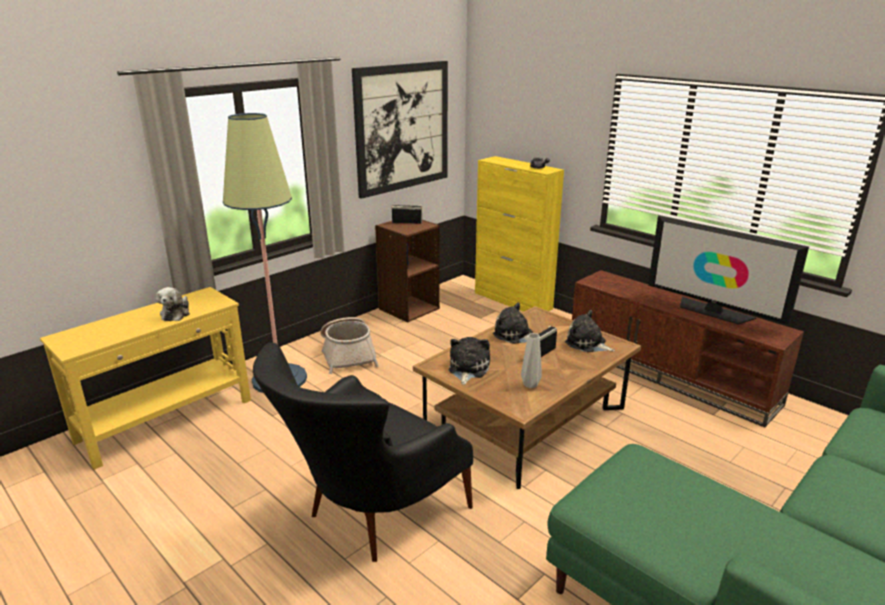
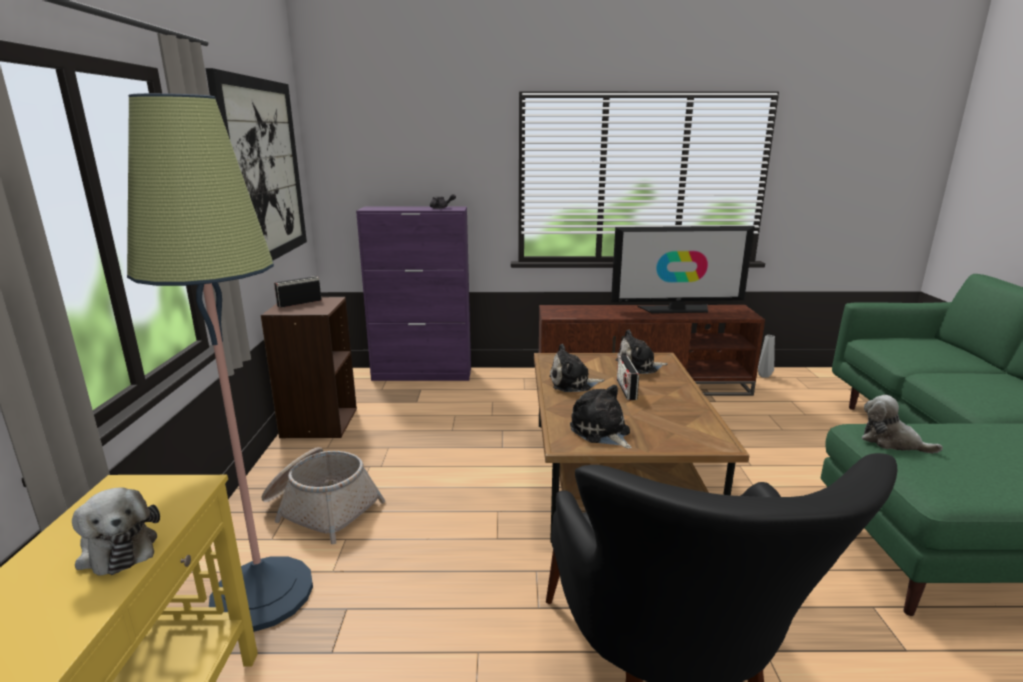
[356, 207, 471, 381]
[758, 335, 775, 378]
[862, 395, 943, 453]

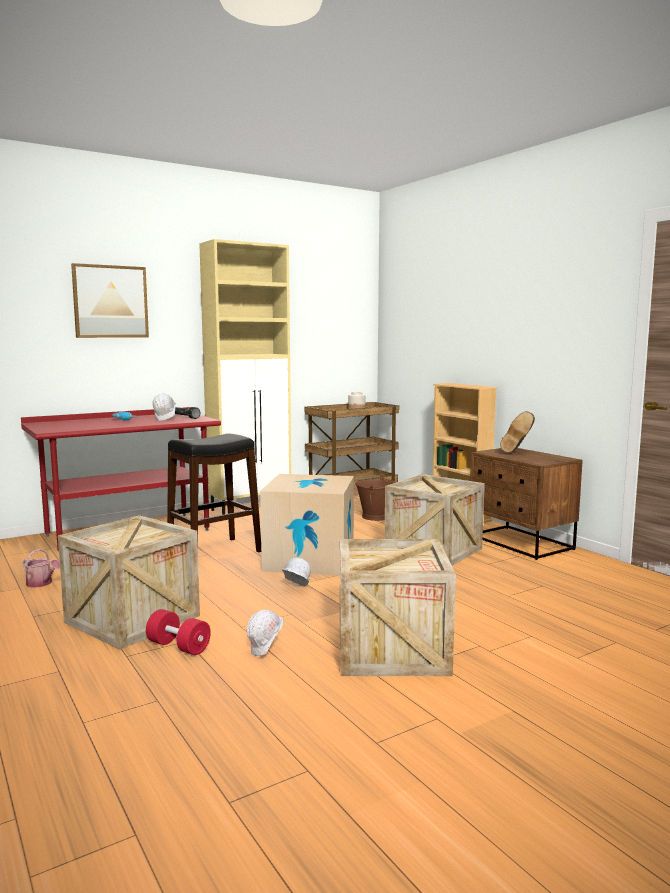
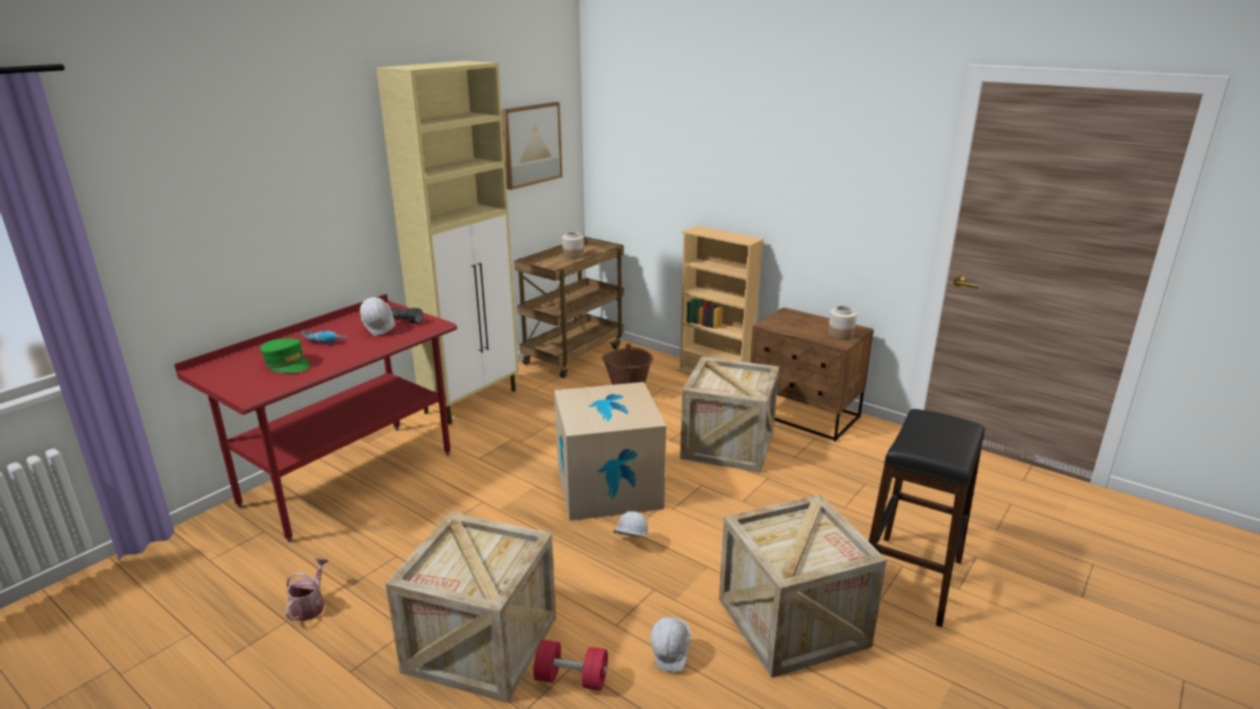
[285, 558, 329, 621]
[502, 102, 562, 190]
[869, 409, 985, 627]
[500, 411, 535, 452] (first image)
[260, 338, 310, 373]
[828, 306, 857, 339]

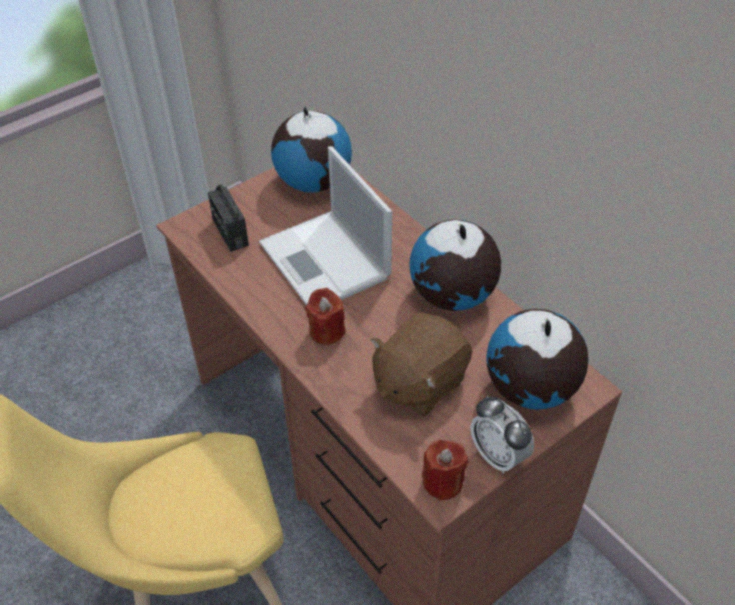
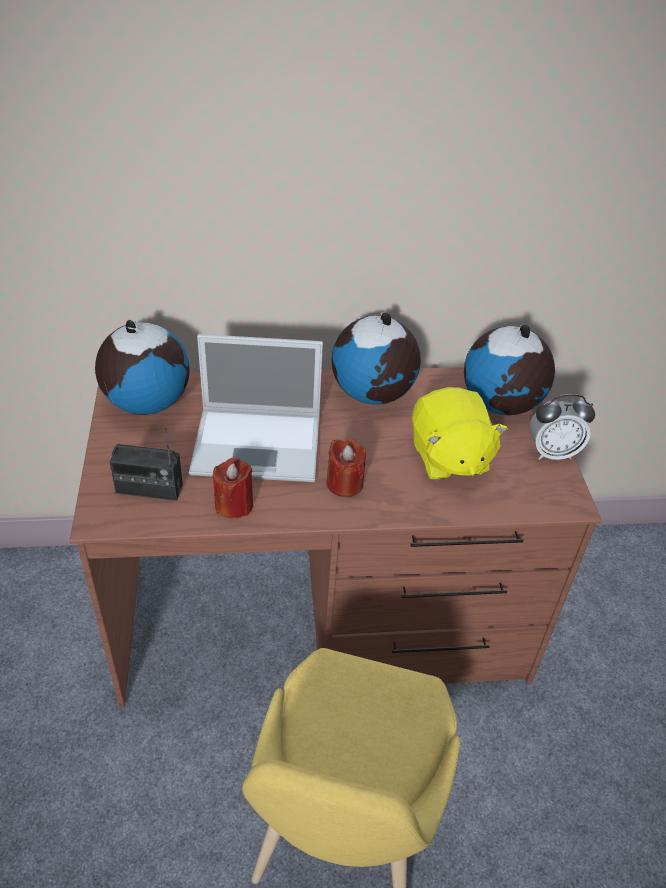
[412, 387, 508, 481]
[213, 458, 253, 519]

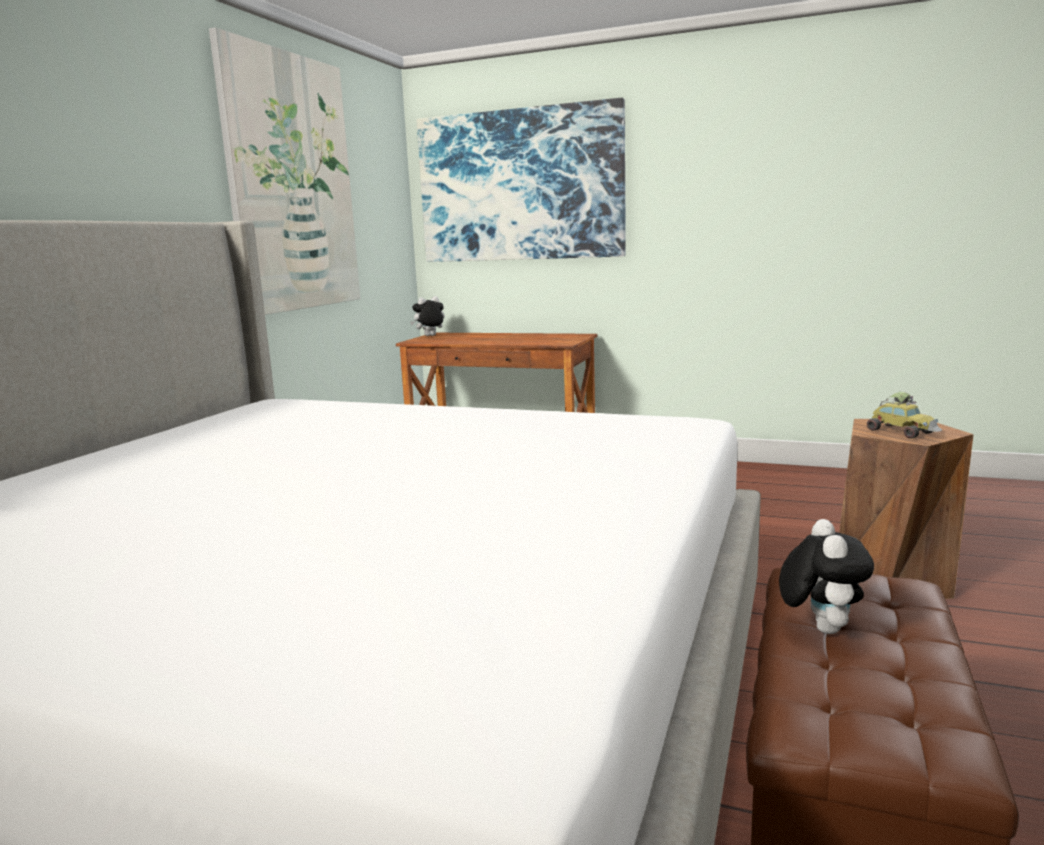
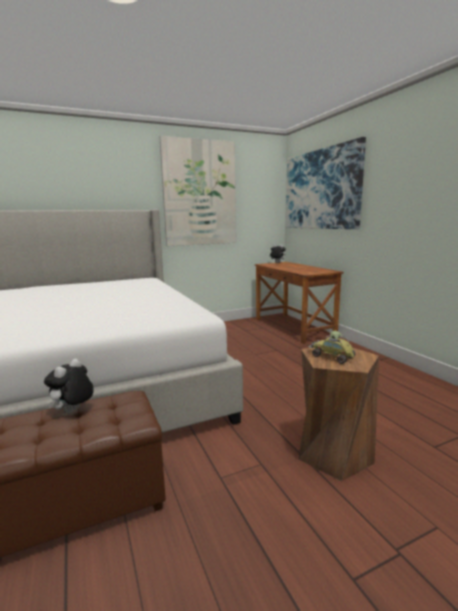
[44, 359, 94, 413]
[309, 331, 355, 364]

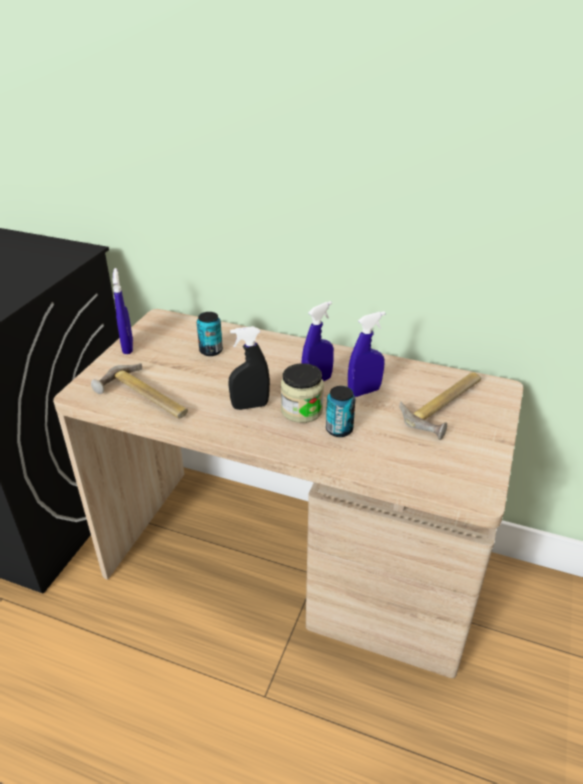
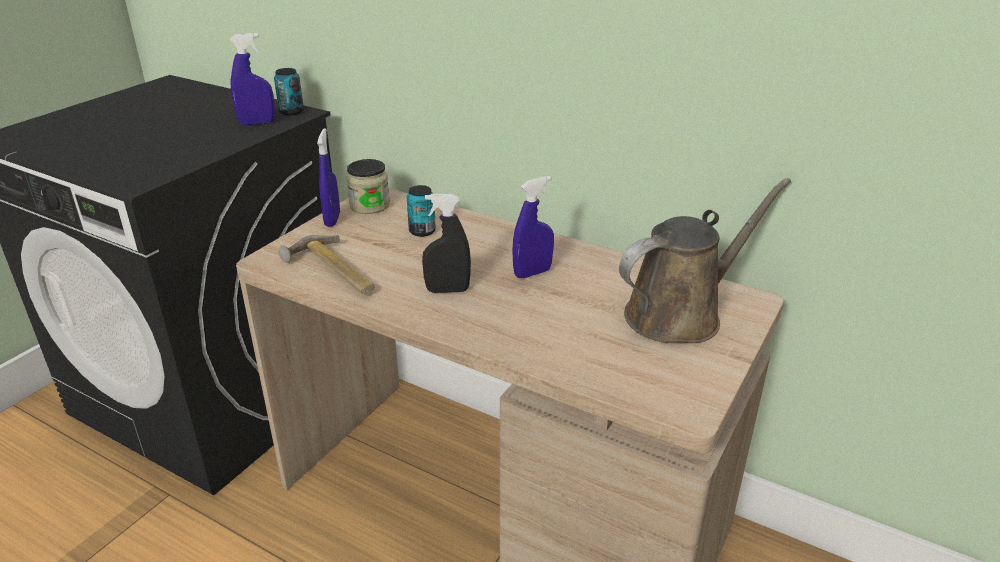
[346, 159, 390, 214]
[274, 68, 304, 115]
[230, 33, 275, 125]
[619, 178, 791, 343]

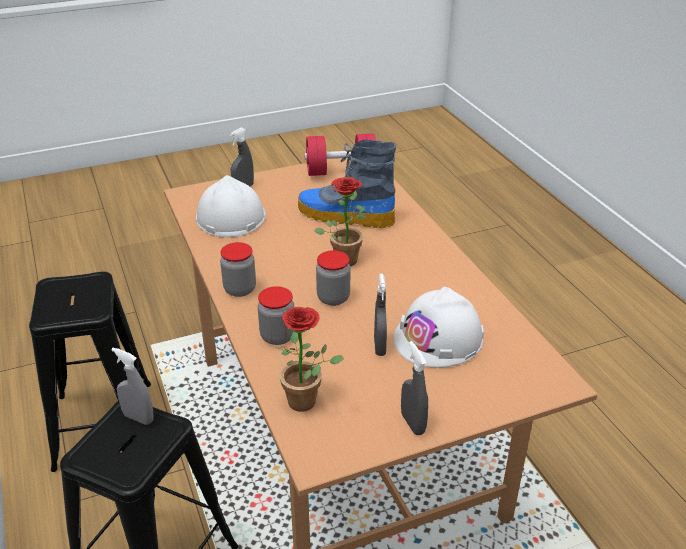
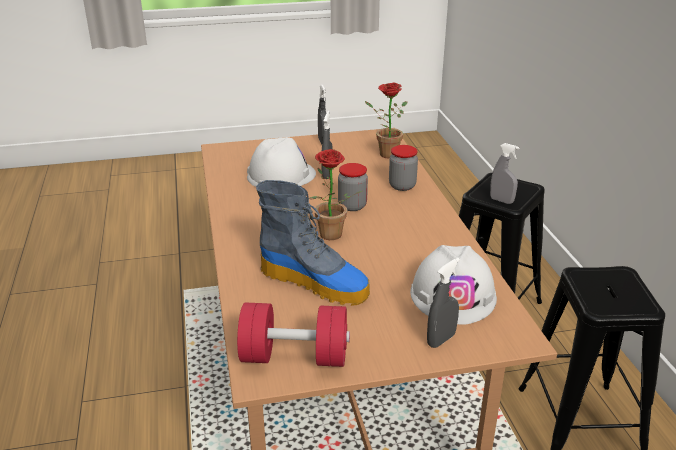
[220, 242, 256, 297] (first image)

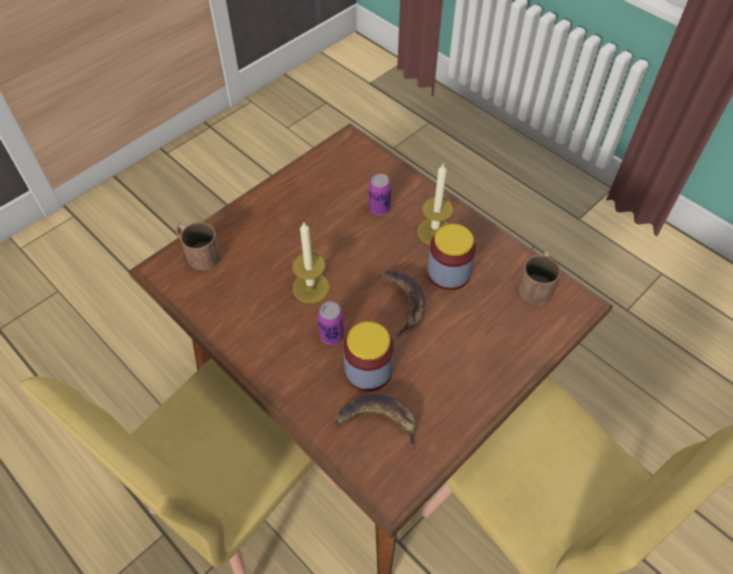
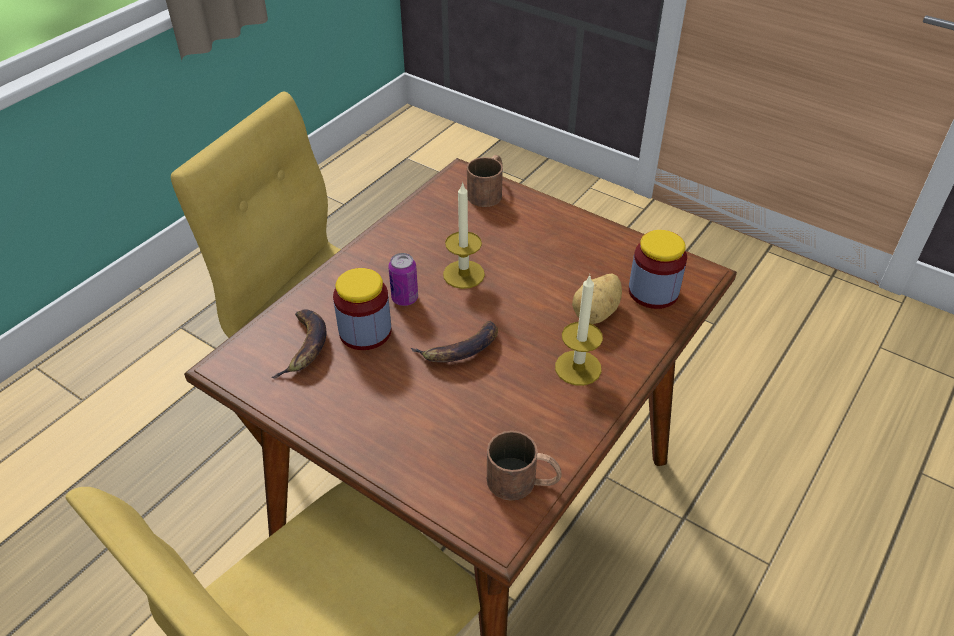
[572, 274, 622, 324]
[629, 230, 687, 309]

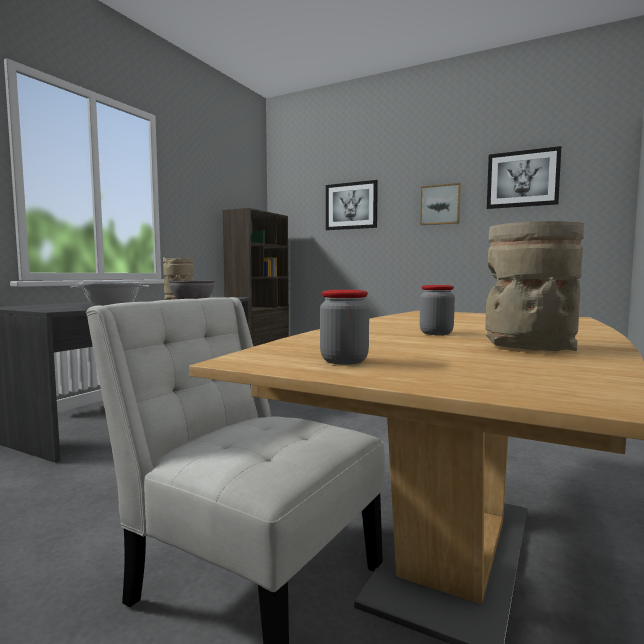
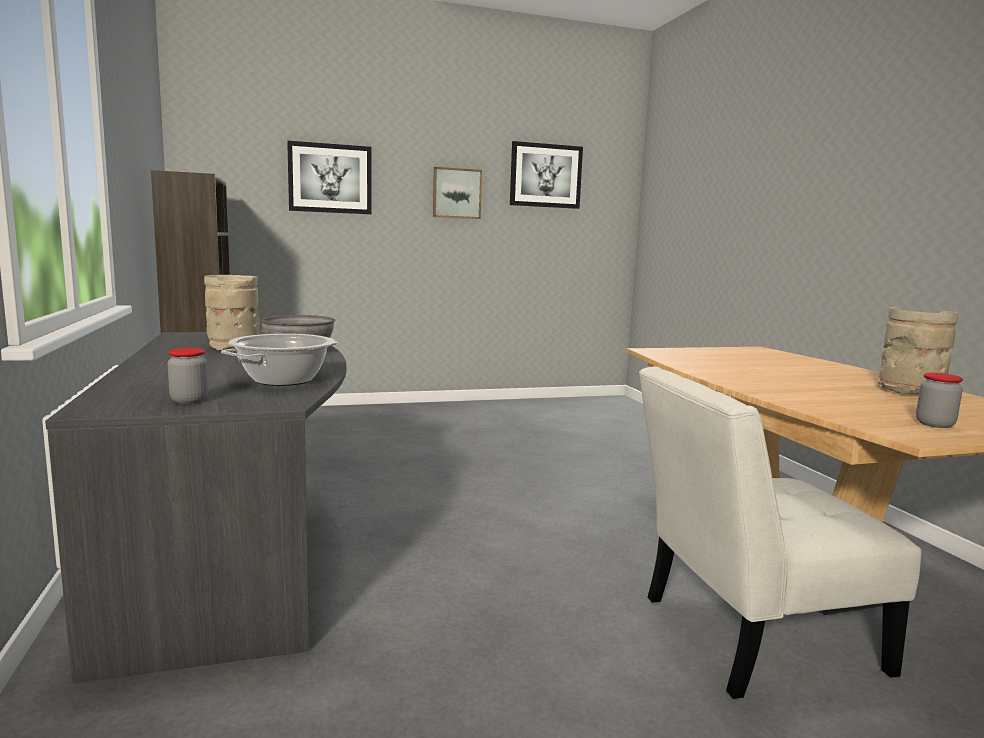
[168, 348, 208, 404]

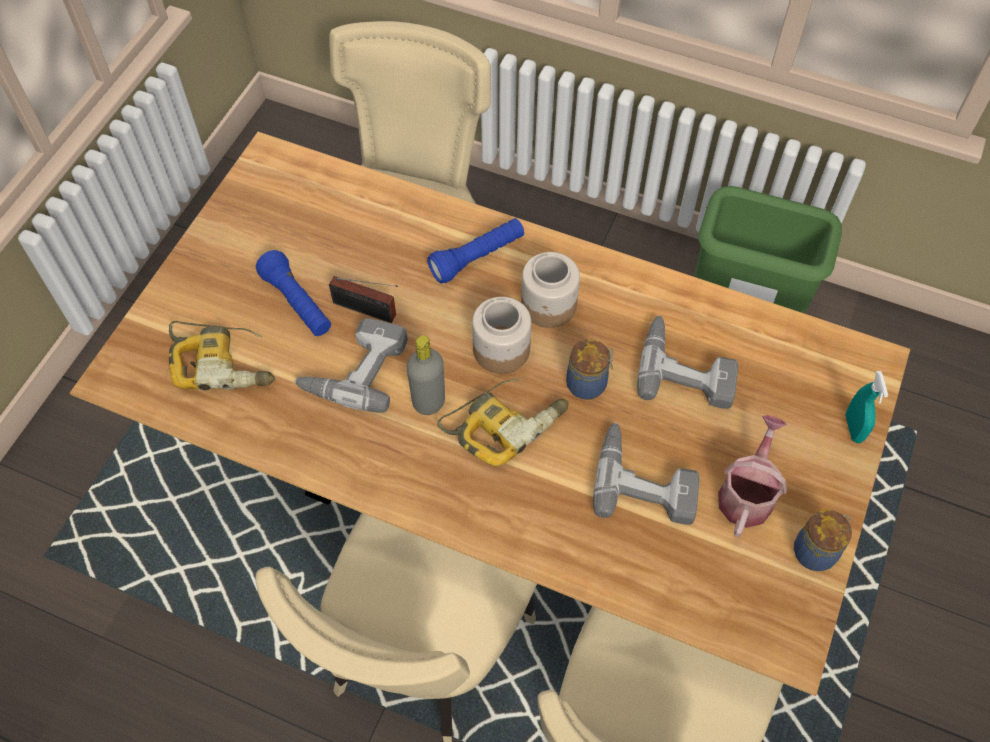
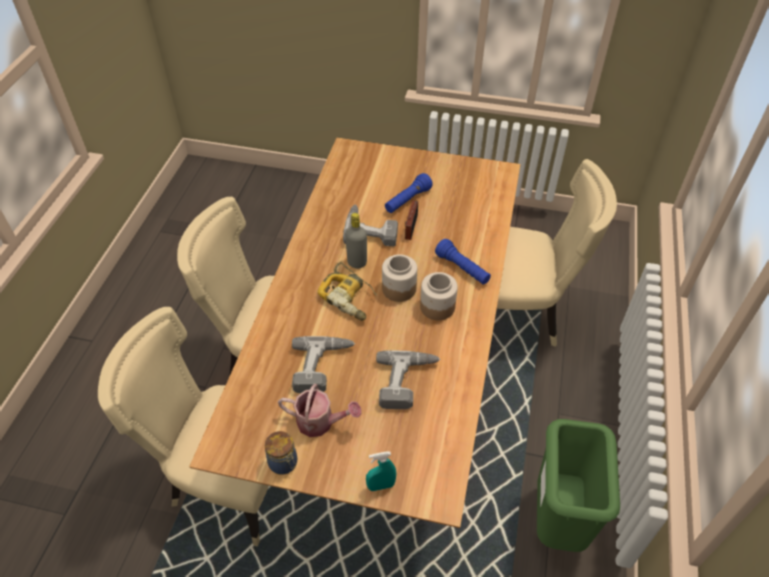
[169, 321, 275, 390] (first image)
[566, 339, 614, 400] (first image)

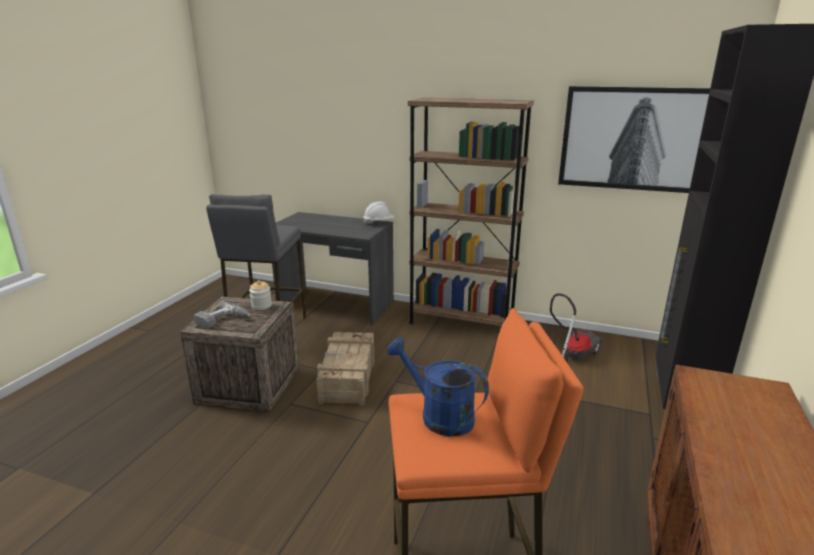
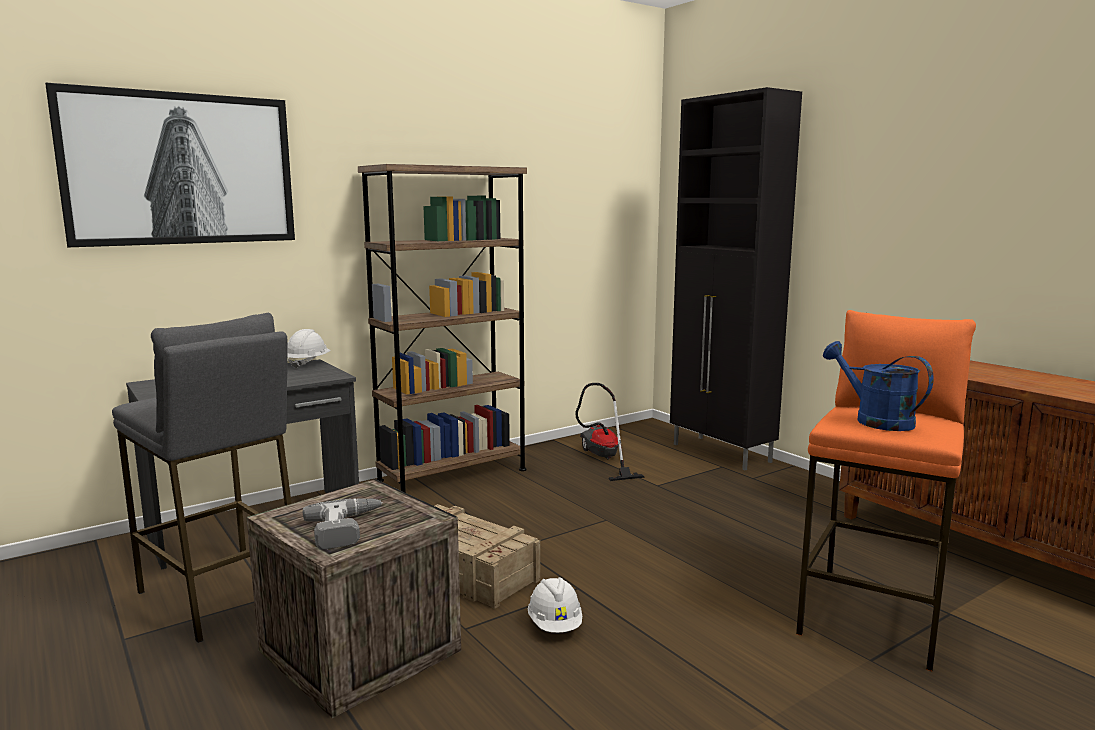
[249, 280, 272, 310] (first image)
[823, 341, 934, 431]
[45, 83, 295, 247]
[528, 577, 582, 633]

